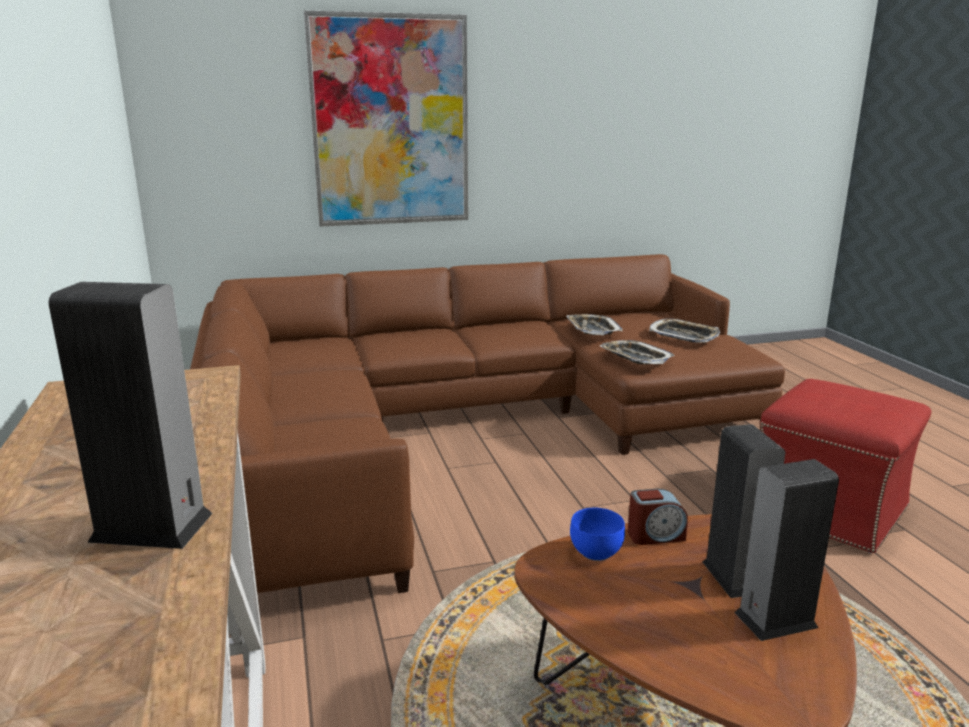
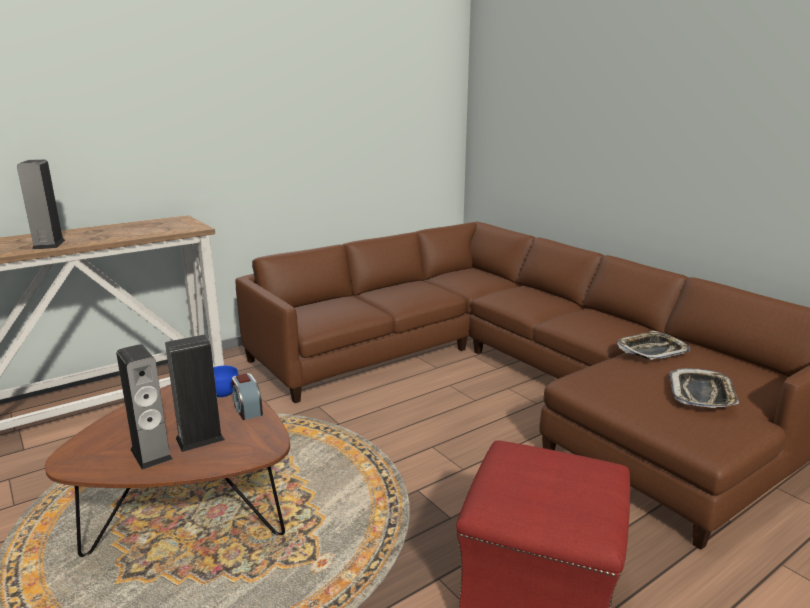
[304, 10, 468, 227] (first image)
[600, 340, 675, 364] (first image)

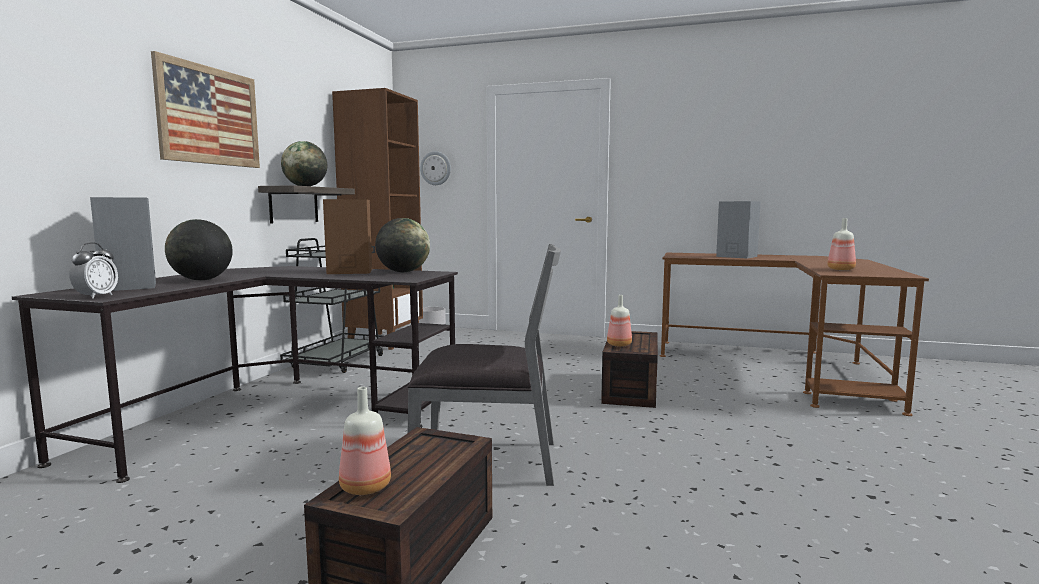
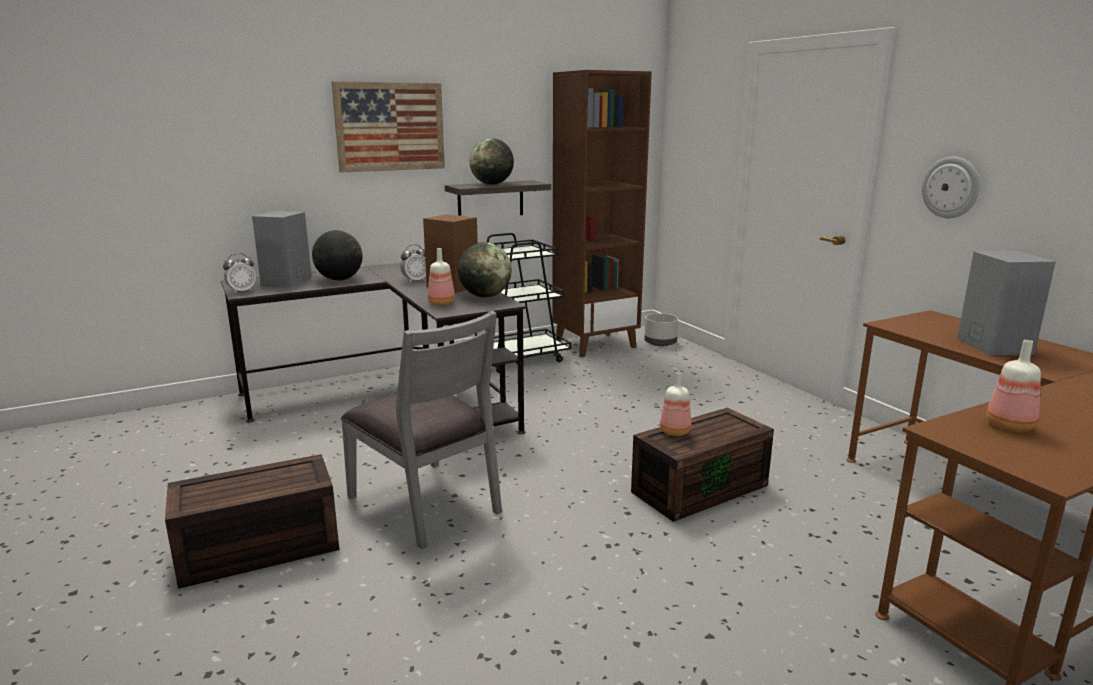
[428, 248, 455, 305]
[922, 157, 980, 218]
[400, 245, 426, 283]

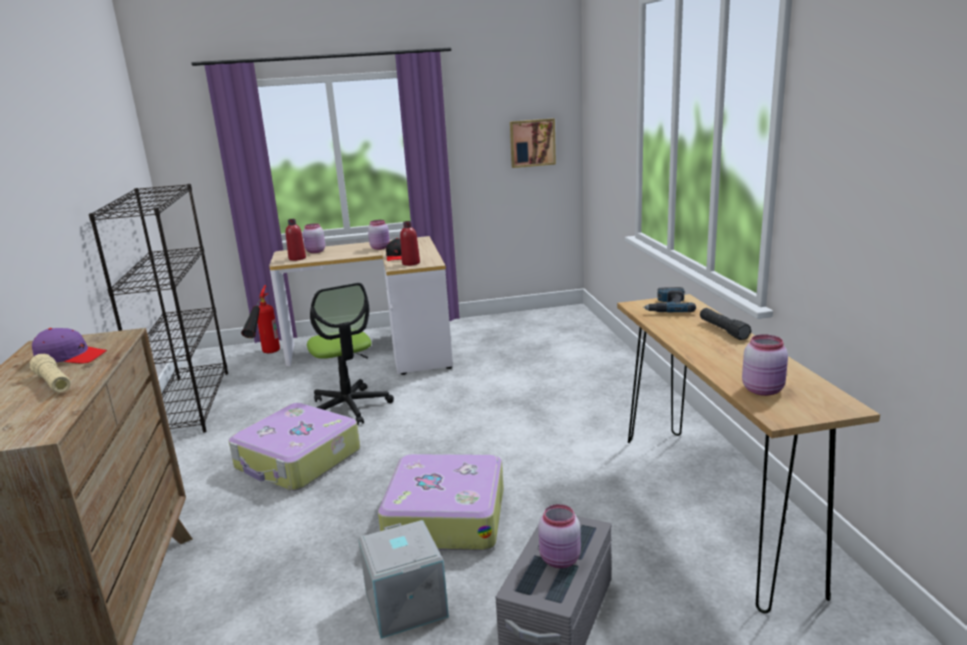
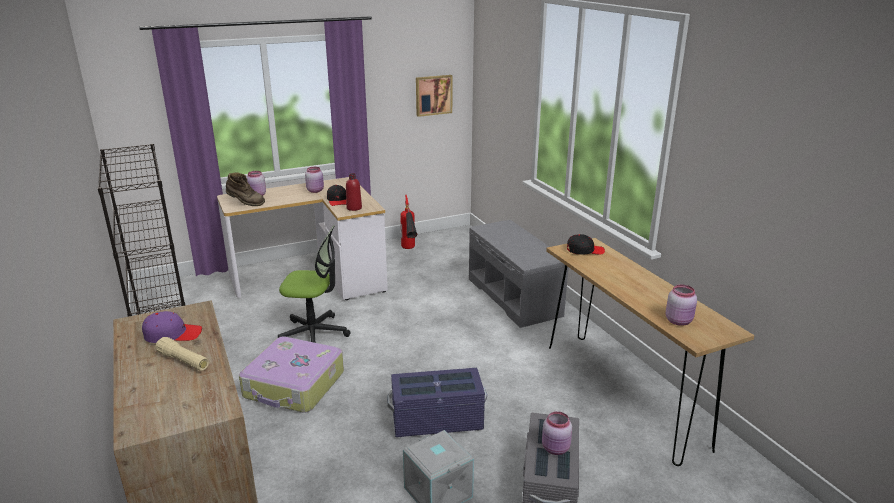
[400, 195, 417, 249]
[226, 172, 265, 206]
[278, 225, 351, 343]
[387, 368, 487, 437]
[567, 234, 605, 255]
[700, 308, 751, 340] (first image)
[469, 220, 568, 328]

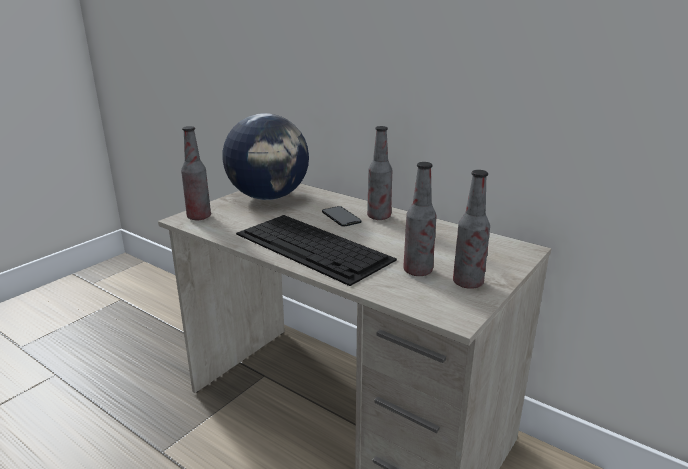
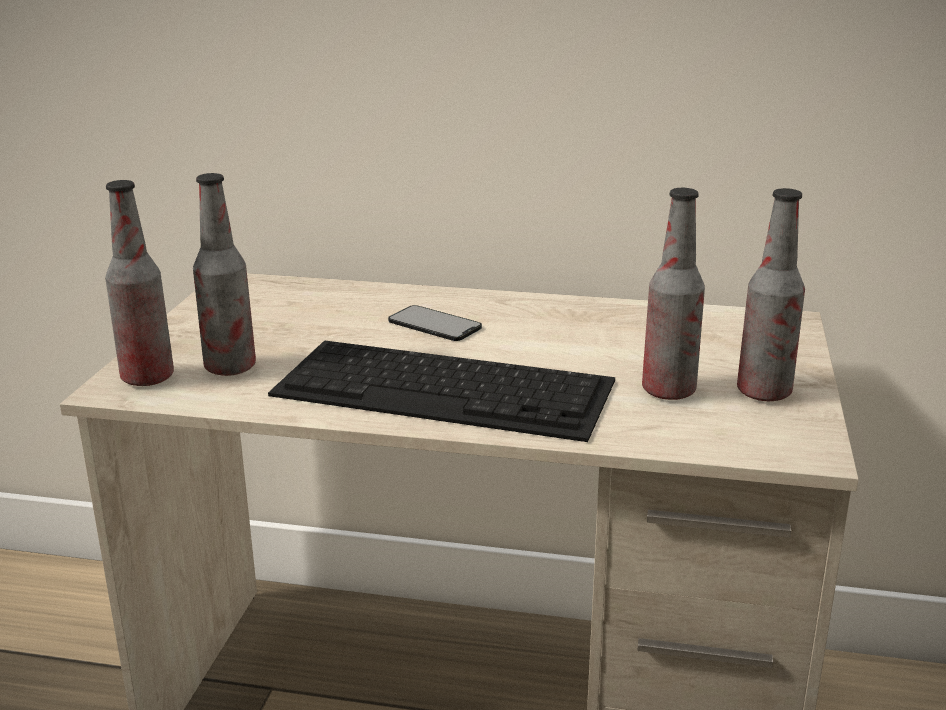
[222, 113, 309, 200] (first image)
[193, 173, 256, 376]

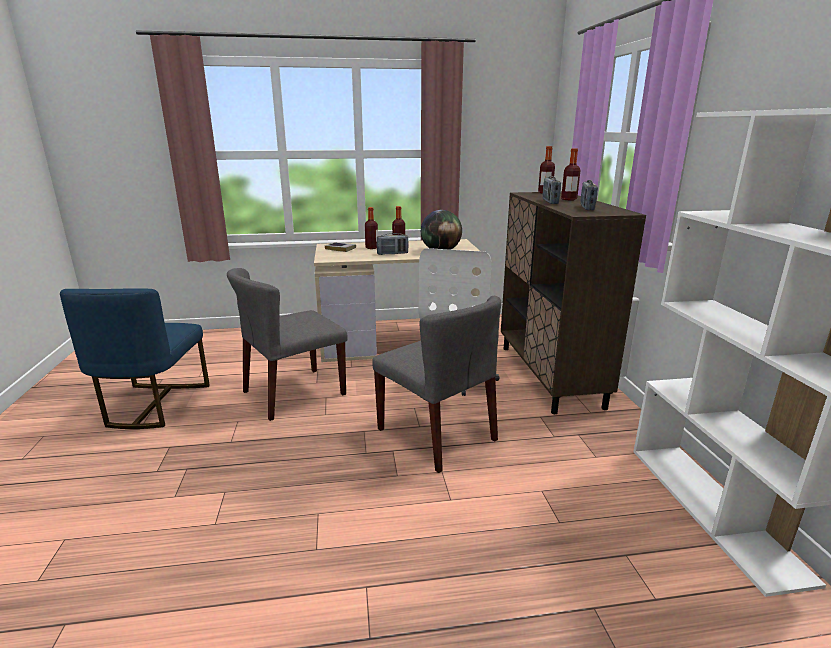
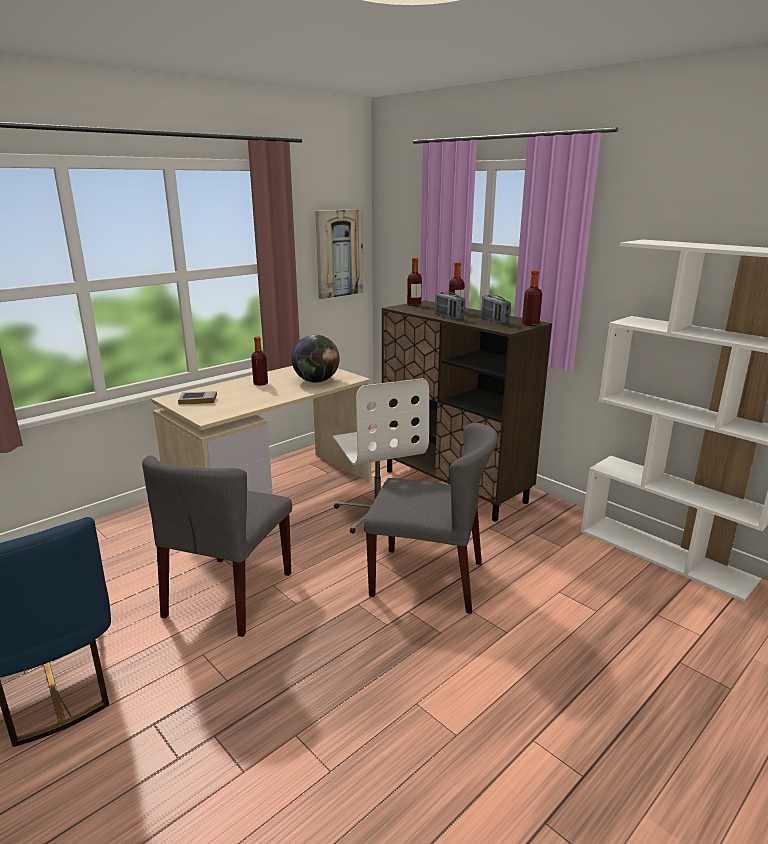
[522, 270, 542, 326]
[377, 233, 408, 255] (first image)
[315, 209, 363, 299]

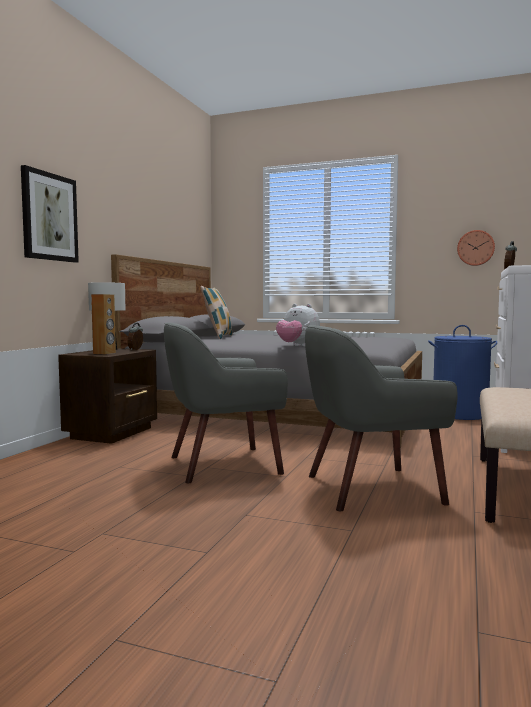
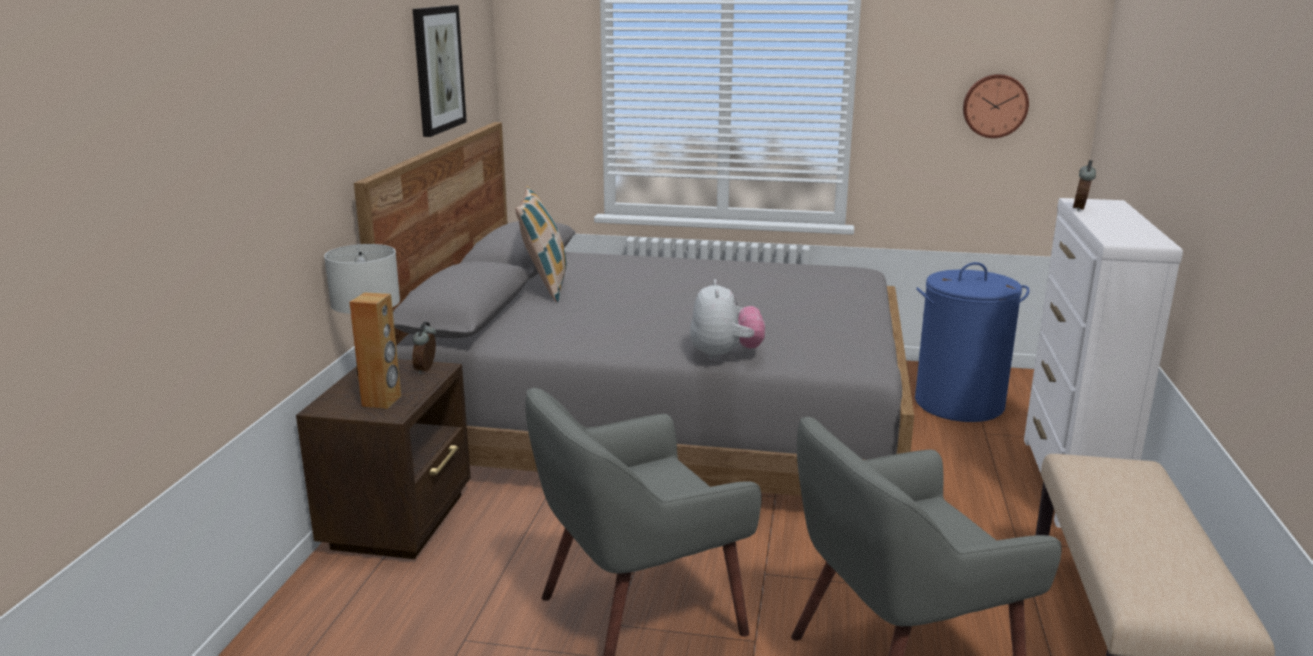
[413, 5, 467, 137]
[690, 279, 765, 361]

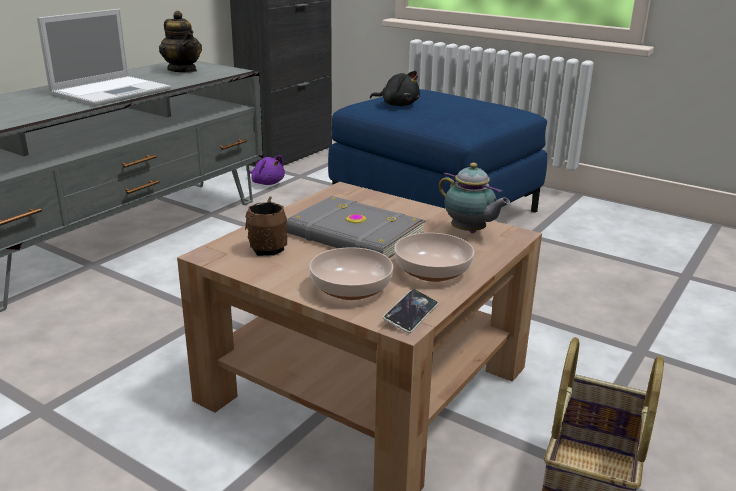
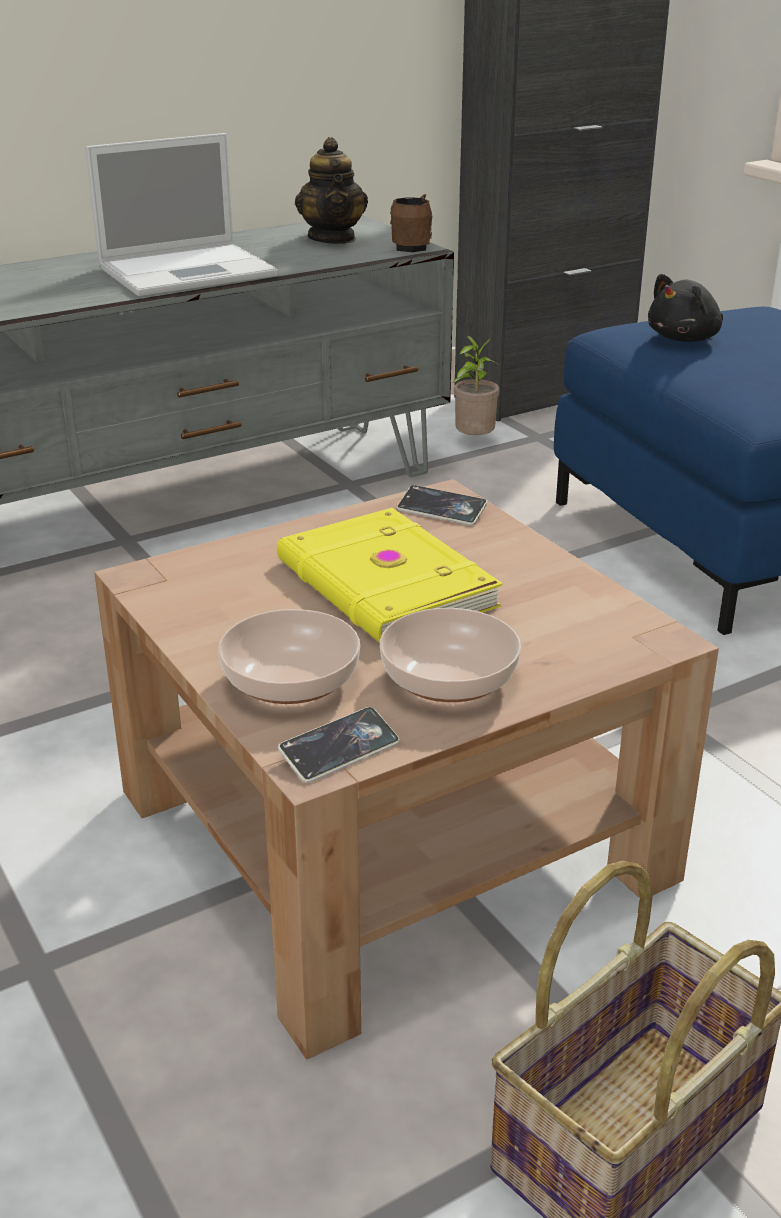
[390, 194, 432, 252]
[452, 336, 500, 435]
[277, 508, 503, 643]
[648, 274, 723, 342]
[439, 163, 510, 233] (first image)
[397, 485, 487, 525]

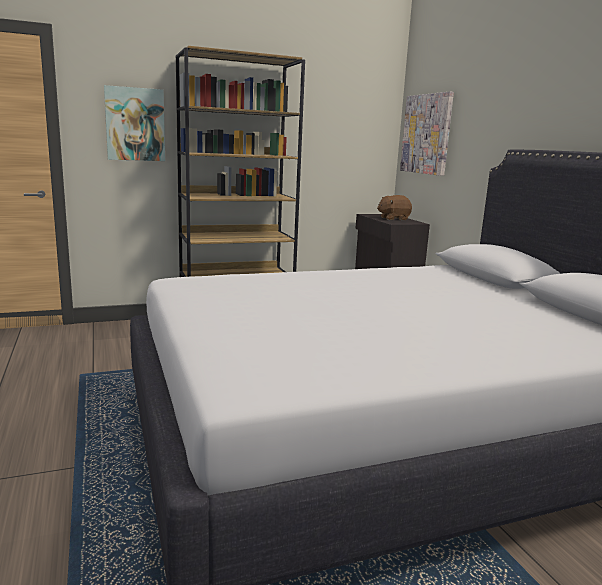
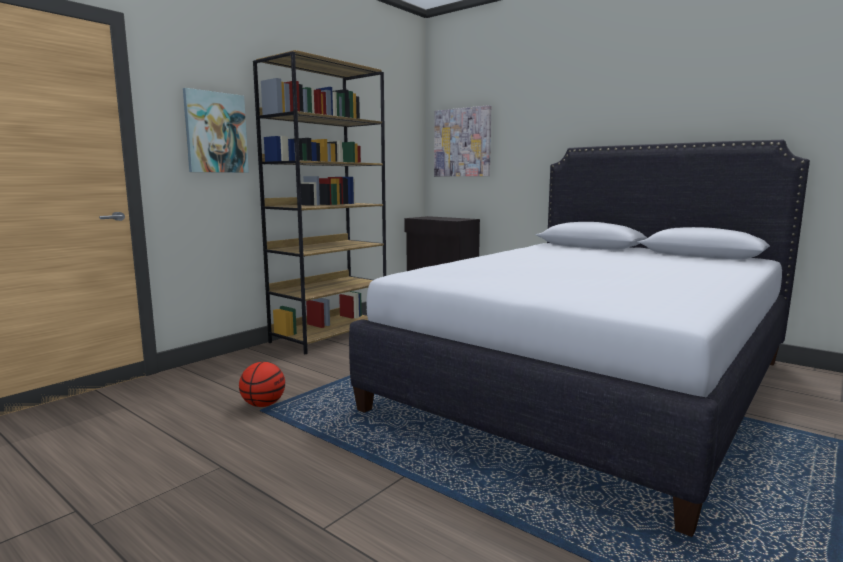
[377, 195, 412, 220] (first image)
[239, 362, 285, 407]

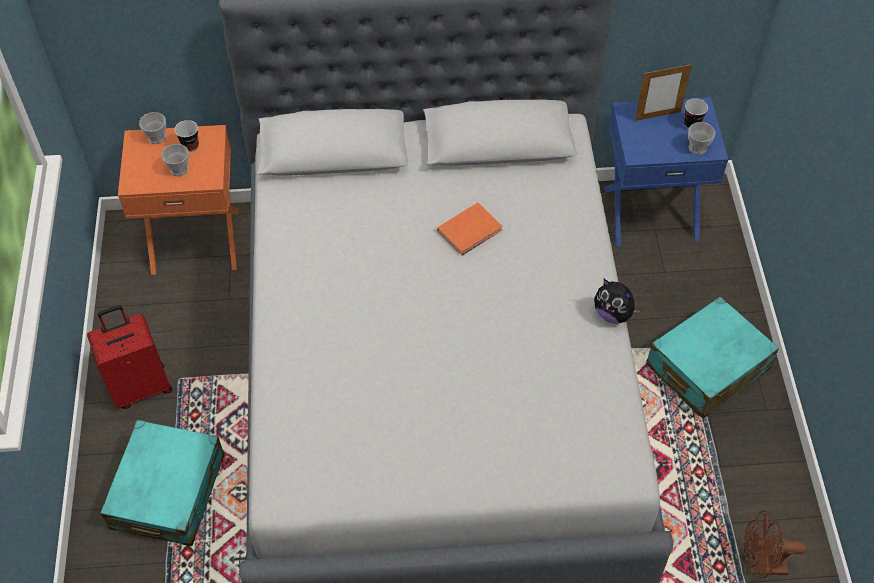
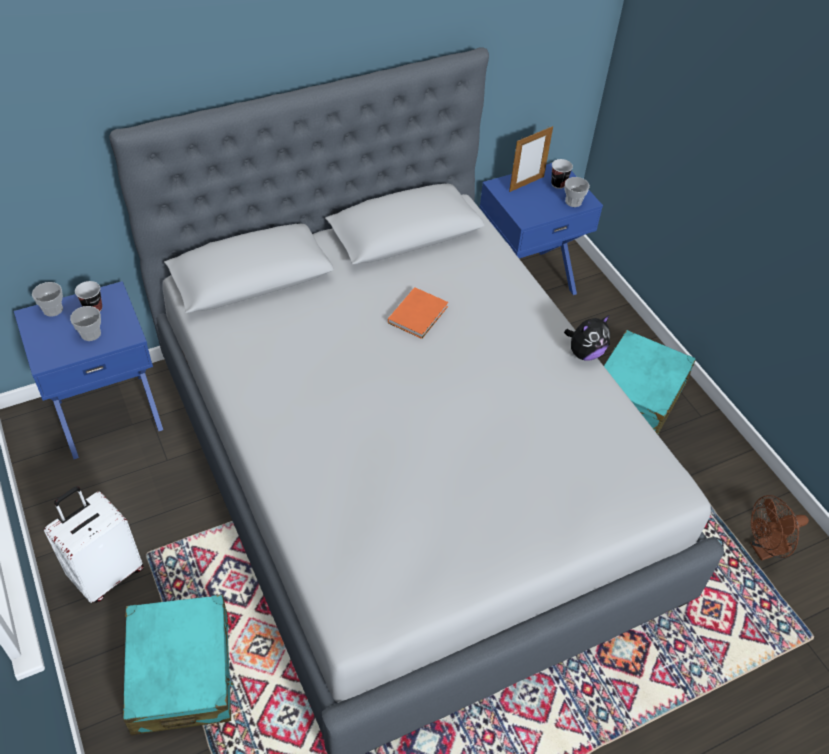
[44, 486, 144, 603]
[14, 281, 163, 459]
[564, 315, 610, 361]

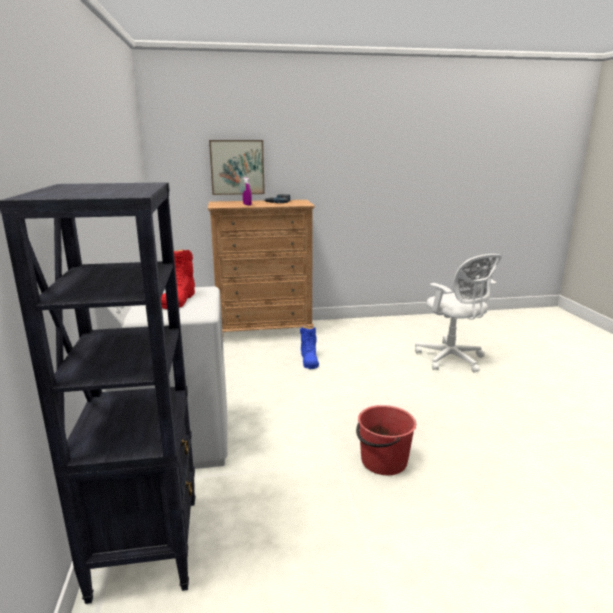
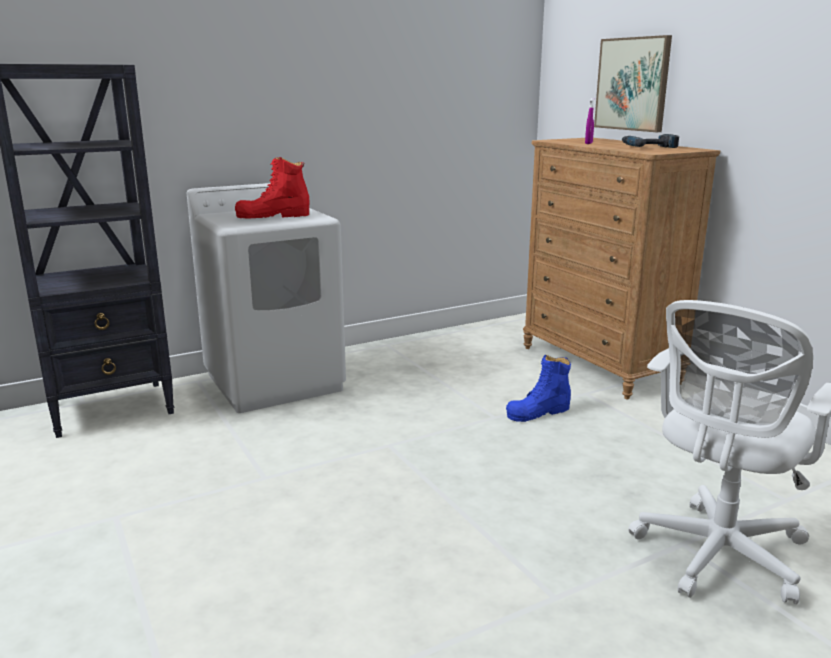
[356, 405, 416, 475] (first image)

